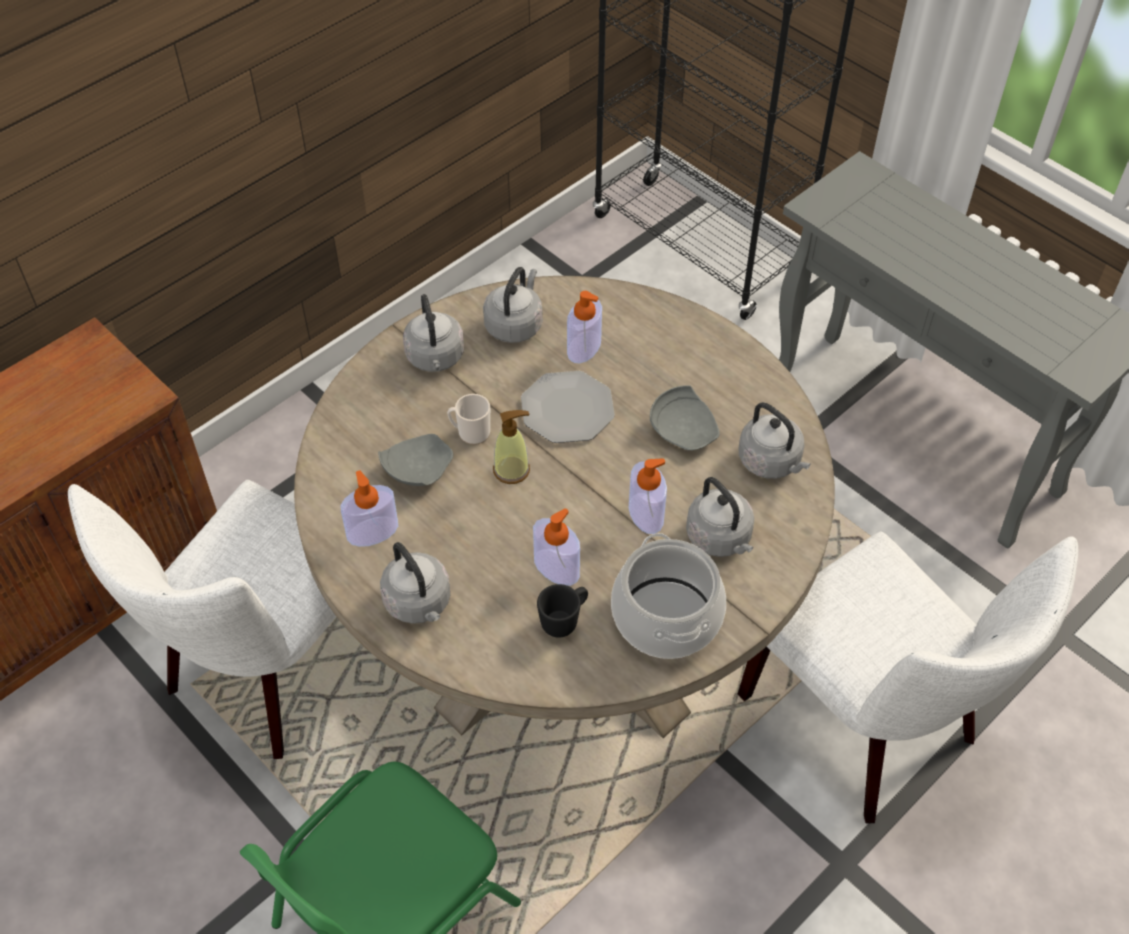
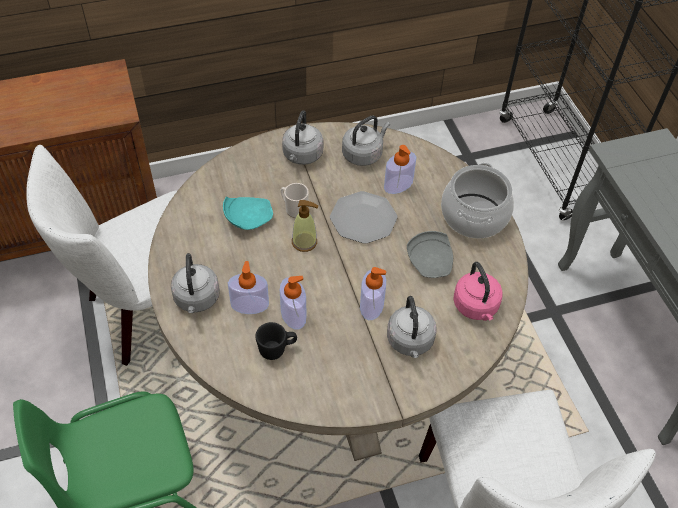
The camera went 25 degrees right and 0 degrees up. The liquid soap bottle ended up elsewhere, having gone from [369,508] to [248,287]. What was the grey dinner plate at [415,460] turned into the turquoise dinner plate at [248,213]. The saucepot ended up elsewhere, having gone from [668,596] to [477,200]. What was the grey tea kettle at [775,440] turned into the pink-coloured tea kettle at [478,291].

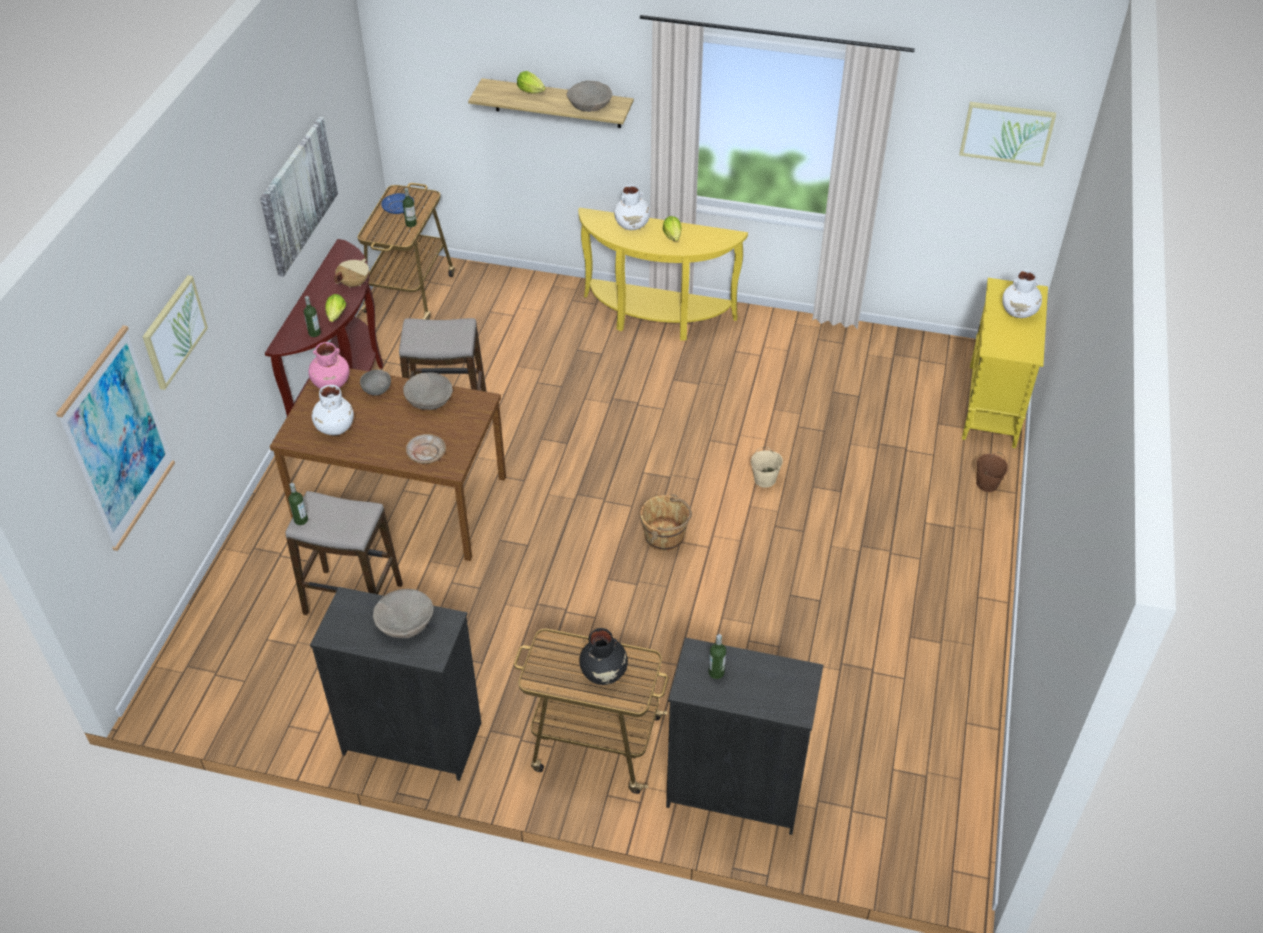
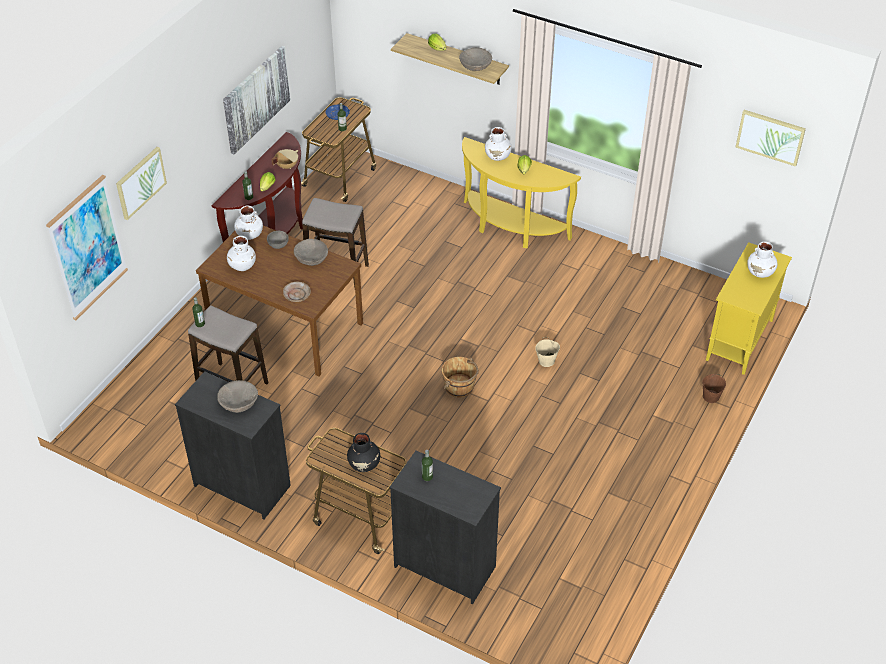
The camera went 15 degrees right and 0 degrees up. What was the pink-coloured flower vase at [329,365] turned into the white flower vase at [248,223].

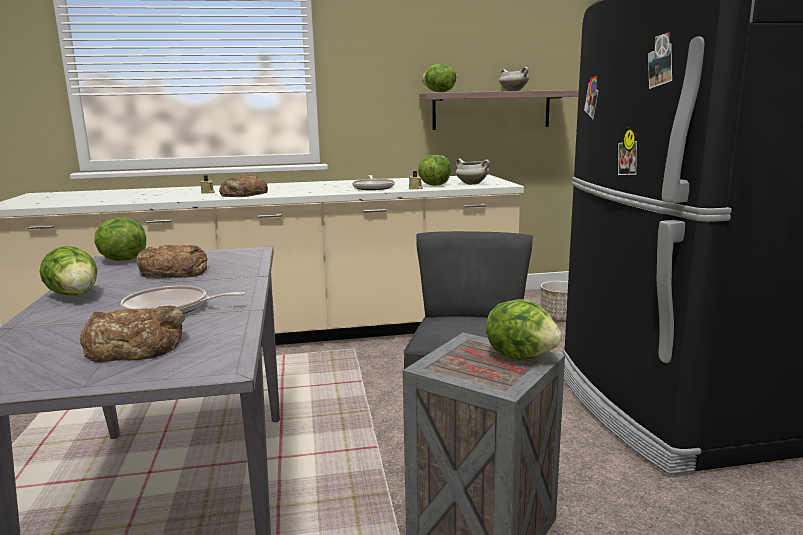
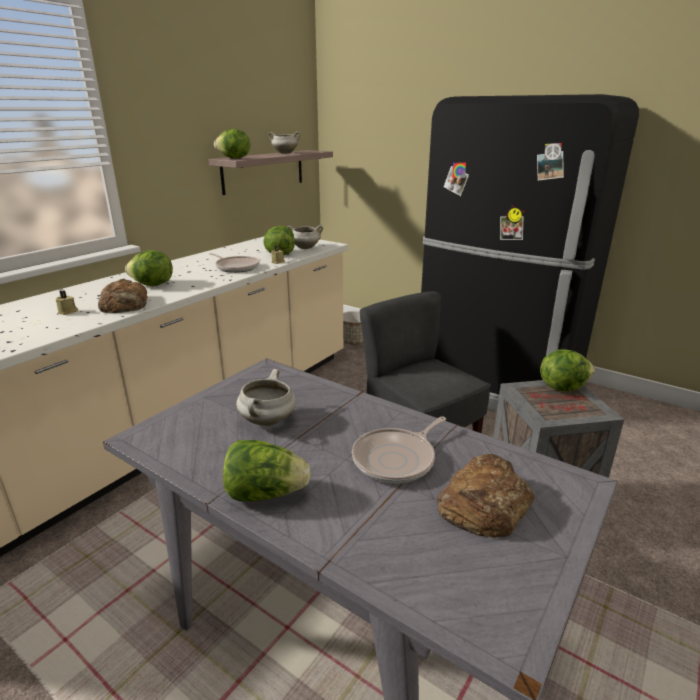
The camera went 45 degrees left and 10 degrees up. The lettuce head ended up elsewhere, having gone from [120,239] to [149,268]. Where the bread stood at [172,261], the white saucepot came to stand at [266,397].

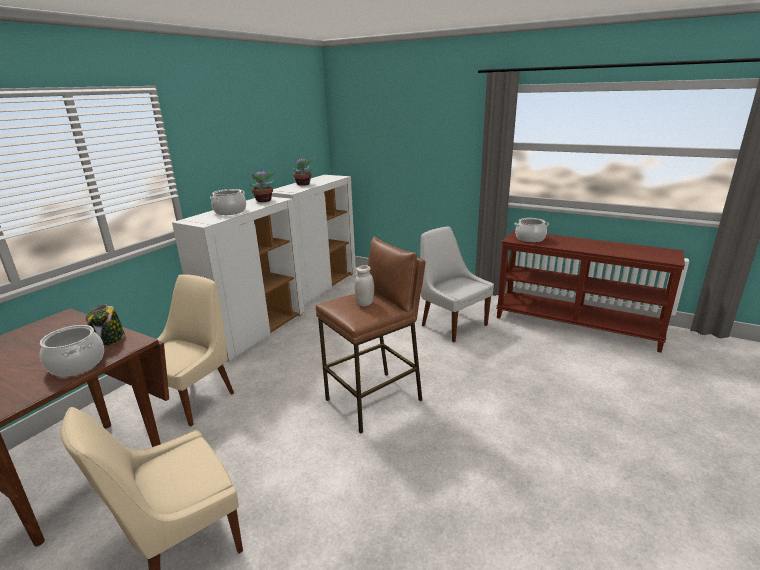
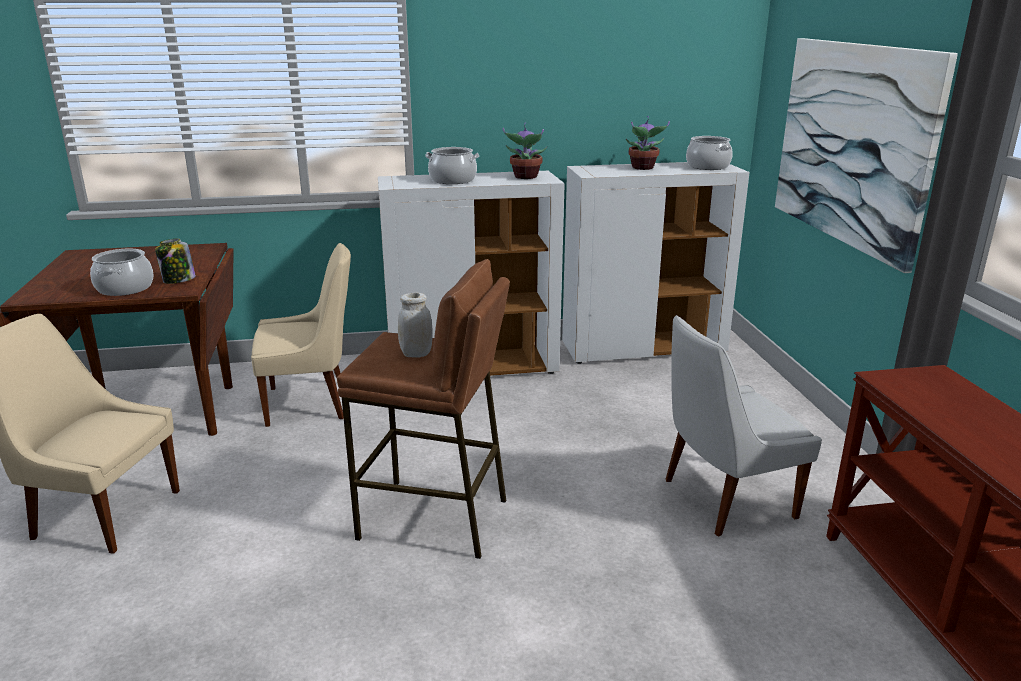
The camera went 50 degrees right and 0 degrees up. The white chair at [457,284] ended up facing another way, 120 degrees counterclockwise from before. The saucepot ended up elsewhere, having gone from [532,230] to [709,153]. The second view gained the wall art at [866,155].

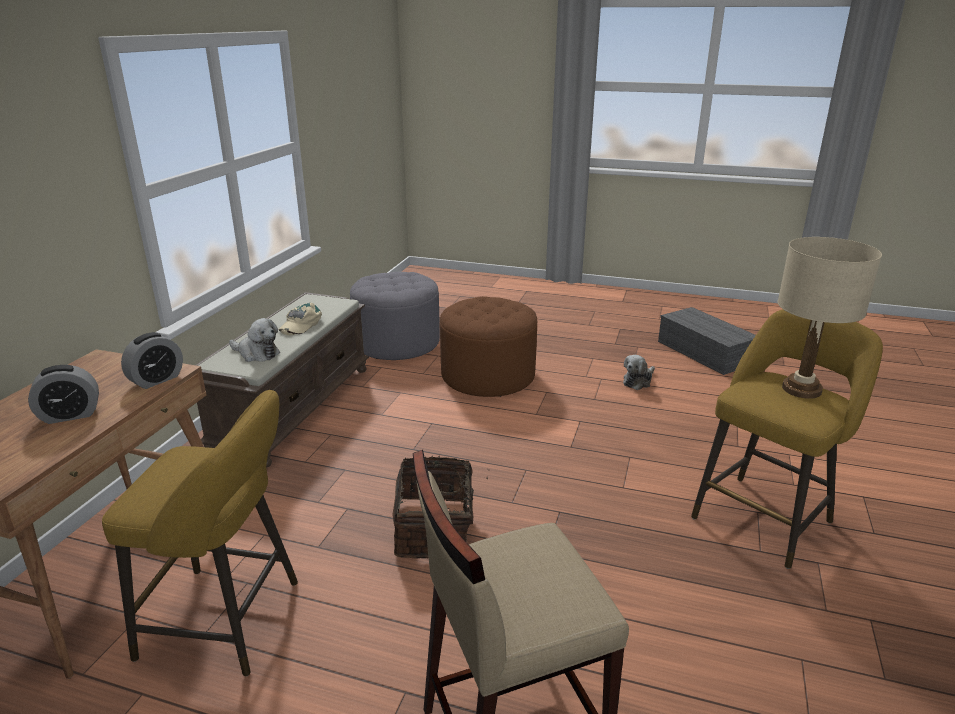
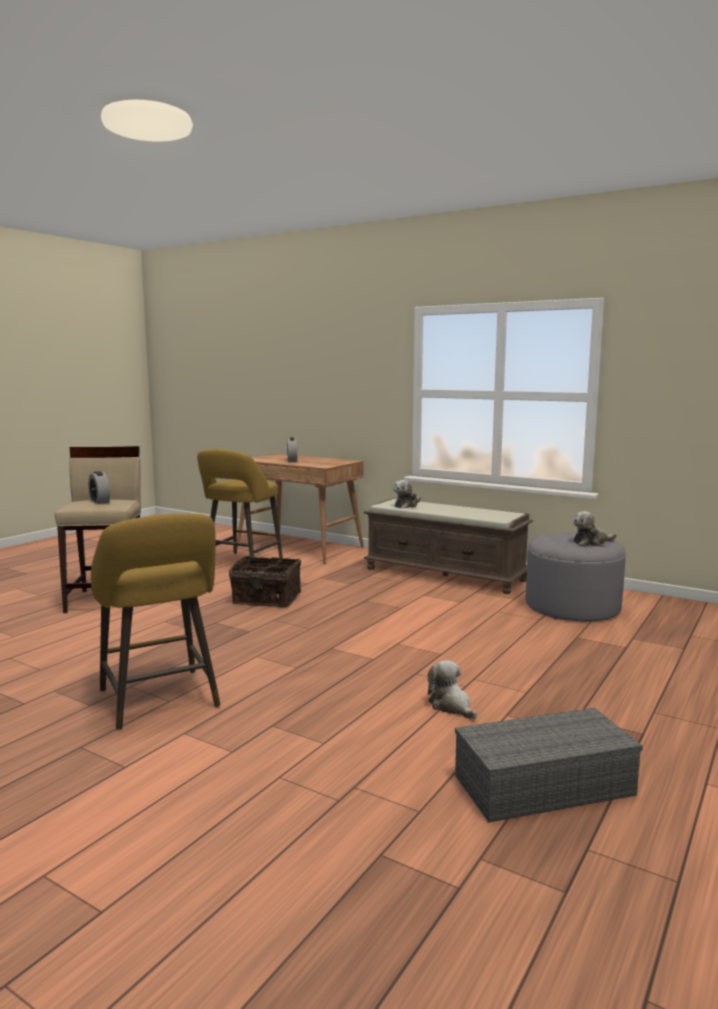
The camera went 105 degrees right and 15 degrees down. The alarm clock ended up elsewhere, having gone from [152,360] to [99,487]. The second view lost the sand-coloured baseball cap at [300,319]. The second view lost the brownish footrest at [488,346]. The second view lost the sand-coloured lamp for a table at [830,318]. The second view gained the soft toy at [595,528].

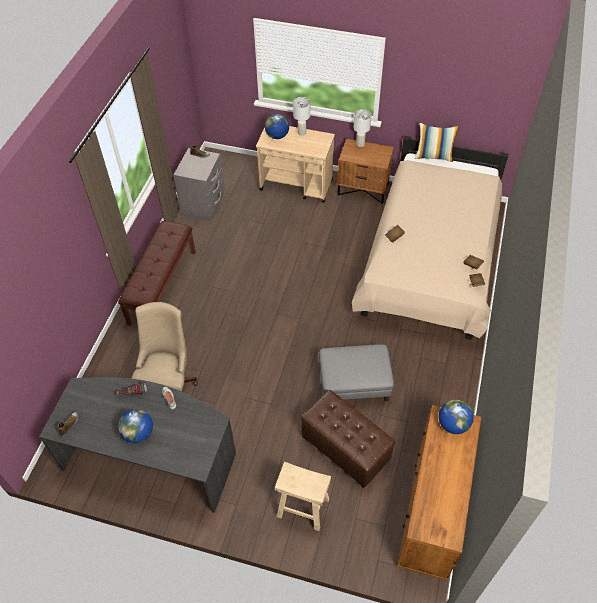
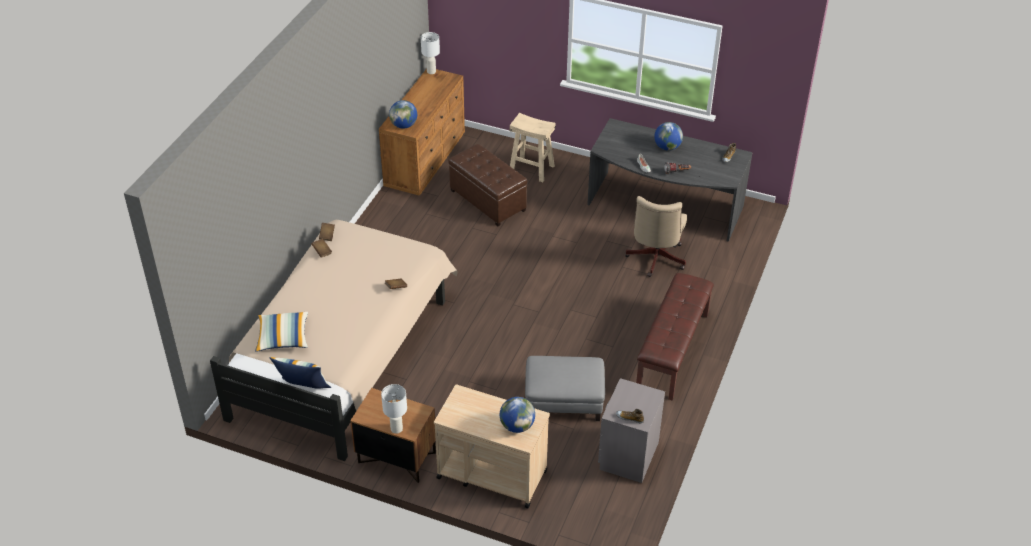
The camera went 175 degrees left and 10 degrees down. The white lamp for a table ended up elsewhere, having gone from [301,116] to [430,53]. The grey footrest ended up elsewhere, having gone from [356,372] to [565,388]. The second view gained the pillow at [281,332].

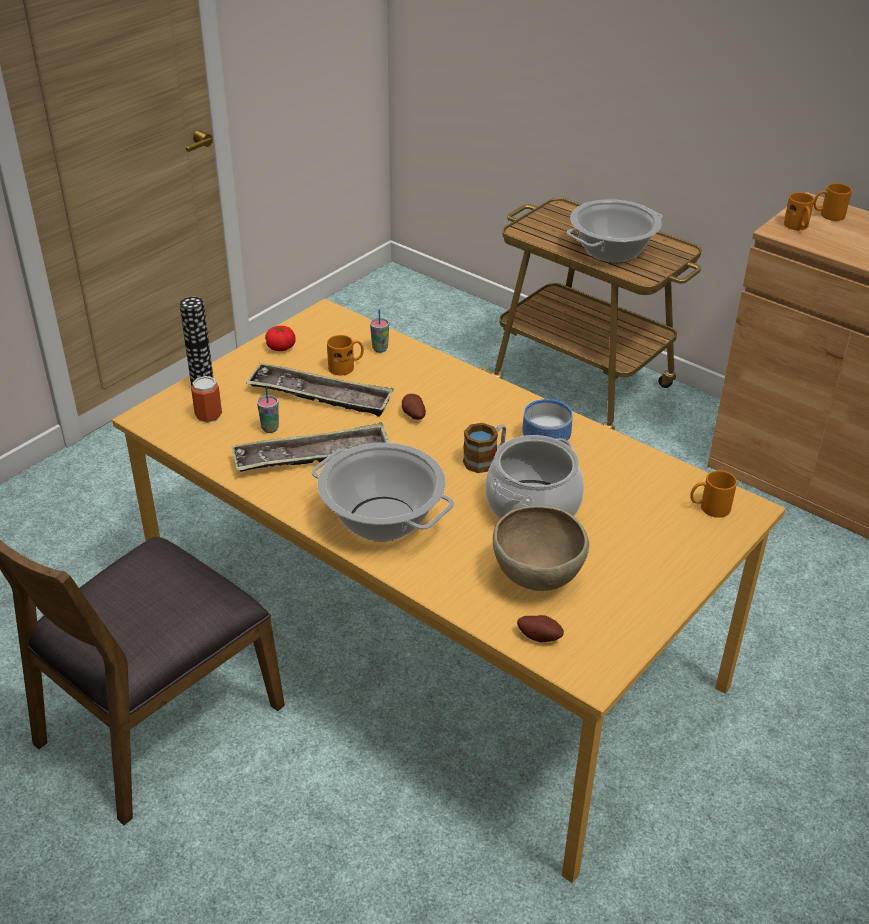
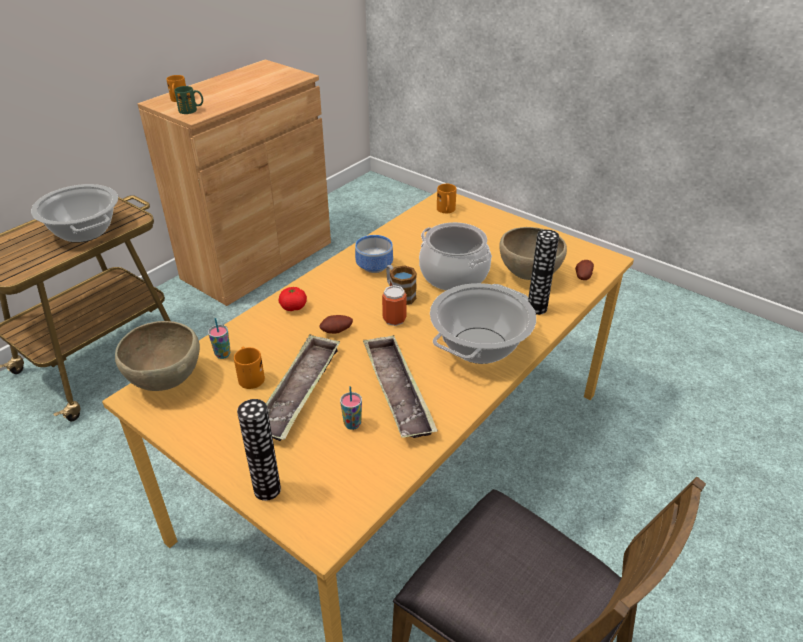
The camera went 90 degrees left and 0 degrees up. The sealed can ended up elsewhere, having gone from [206,399] to [394,305]. The whole tomato ended up elsewhere, having gone from [280,338] to [292,299]. What was the orange tea mug at [799,211] turned into the green-coloured tea mug at [188,100]. The second view gained the brownish bowl at [157,356]. The second view gained the flower vase at [543,272].

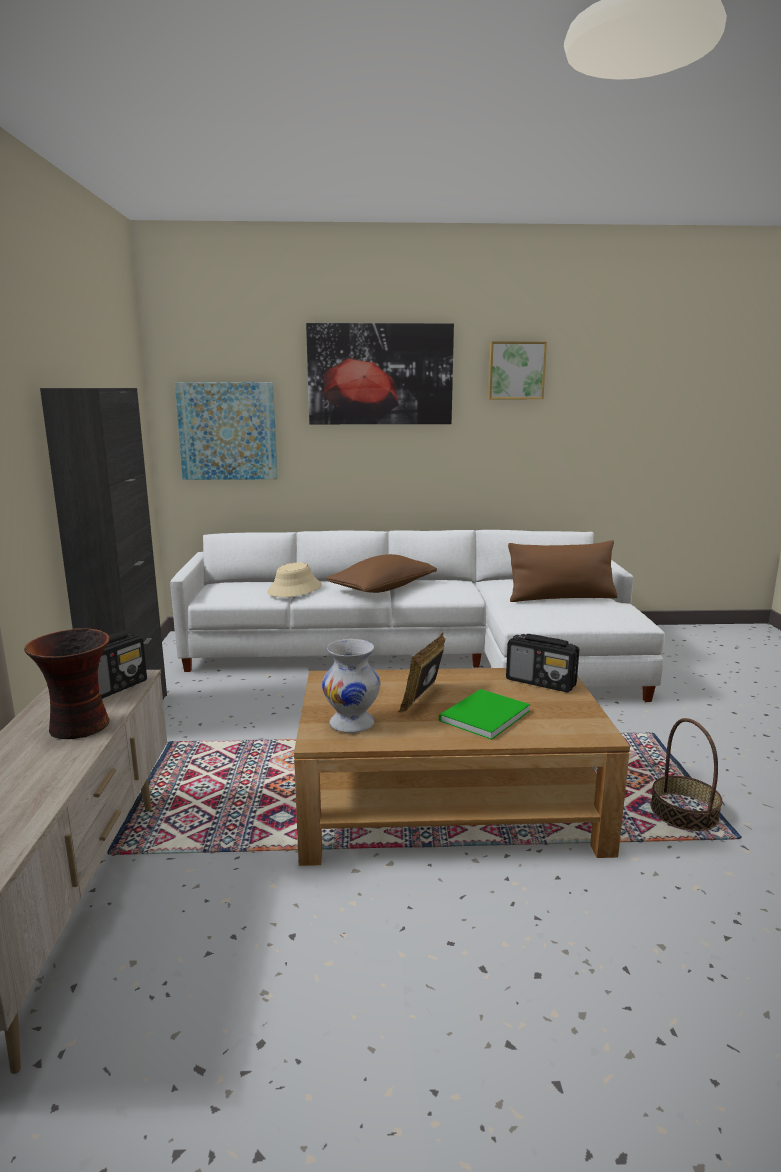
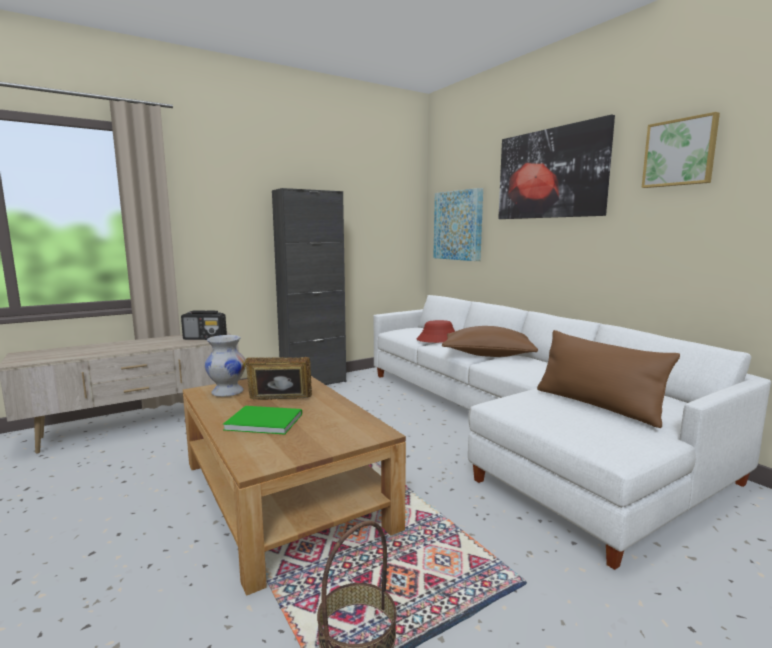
The camera went 60 degrees right and 5 degrees down. The second view lost the flower vase at [67,683]. What was the sand-coloured clothing hat at [294,579] turned into the red clothing hat at [435,331]. The second view lost the radio receiver at [542,663].

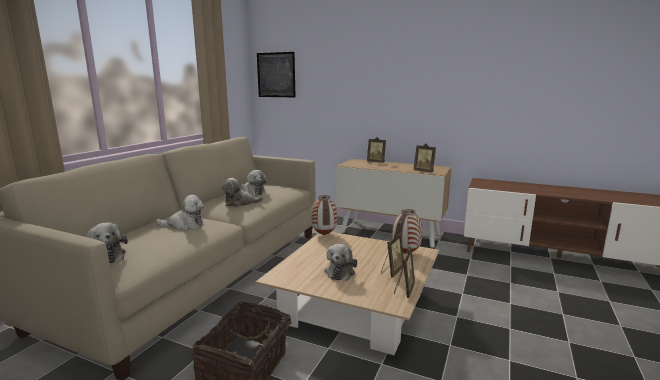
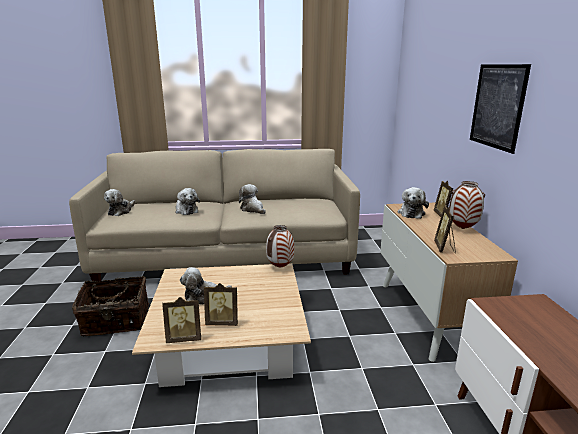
The camera went 60 degrees right and 5 degrees up. The soft toy ended up elsewhere, having gone from [253,183] to [413,203]. The wall art ended up elsewhere, having gone from [276,74] to [500,109]. The flower vase ended up elsewhere, having gone from [407,231] to [467,205].

